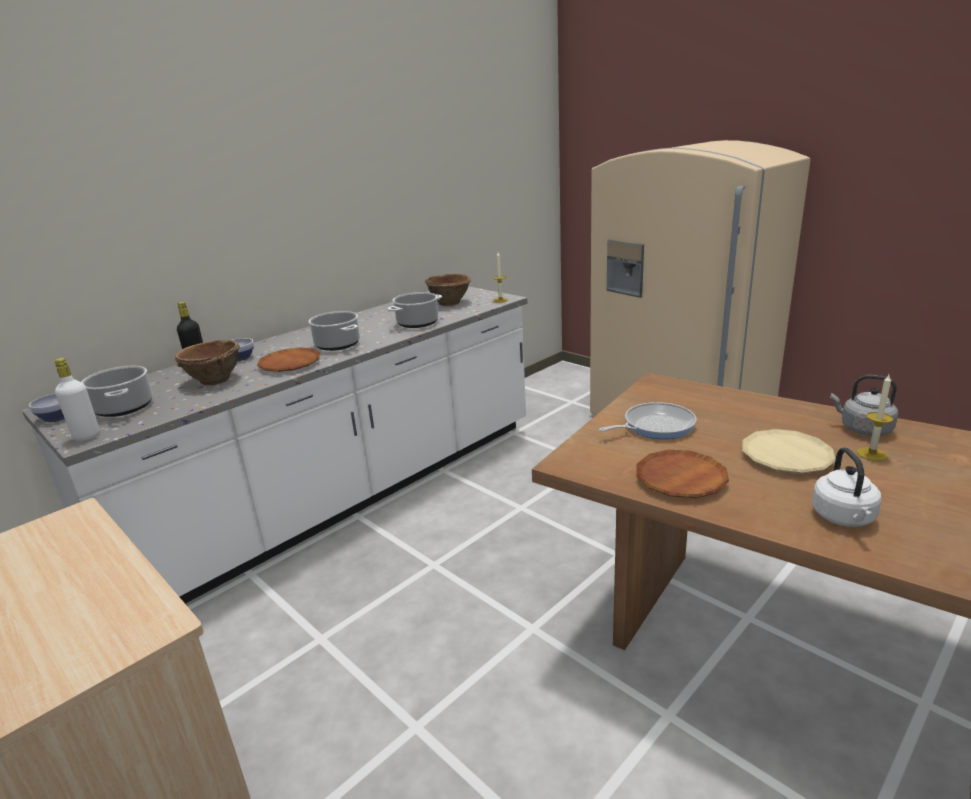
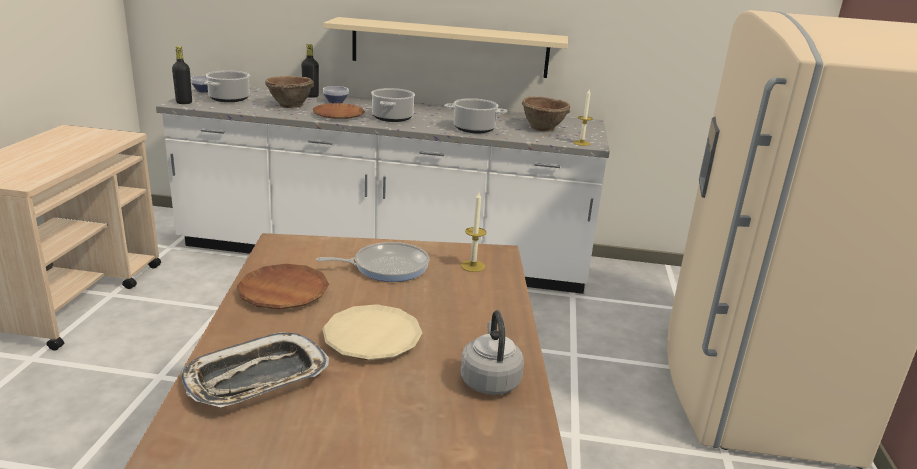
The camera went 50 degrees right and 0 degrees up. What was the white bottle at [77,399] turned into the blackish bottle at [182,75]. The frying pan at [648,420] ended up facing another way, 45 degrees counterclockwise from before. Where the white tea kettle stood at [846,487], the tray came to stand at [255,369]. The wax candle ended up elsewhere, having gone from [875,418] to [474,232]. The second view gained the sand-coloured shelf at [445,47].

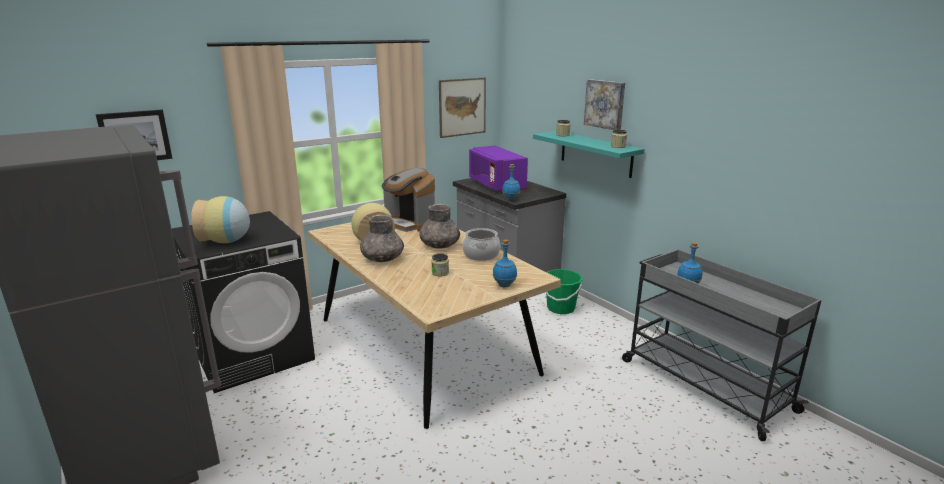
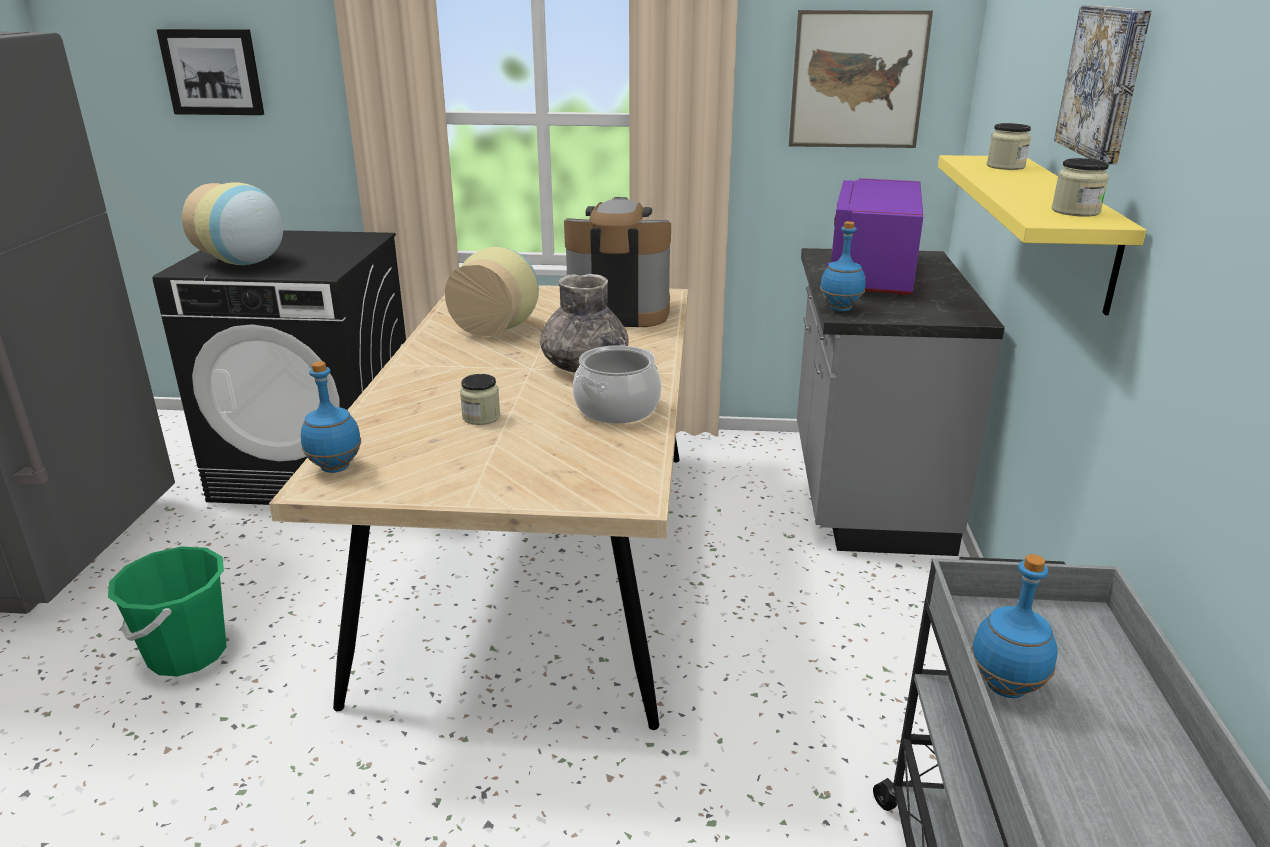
The camera went 40 degrees right and 5 degrees up. The second view lost the grey flower vase at [382,238]. The coffee brewer at [408,200] ended up facing another way, 105 degrees clockwise from before. The blue-coloured bottle ended up elsewhere, having gone from [505,263] to [331,417]. What was the turquoise shelf at [589,154] turned into the yellowish shelf at [1042,235]. The green-coloured water bucket ended up elsewhere, having gone from [564,291] to [167,611].

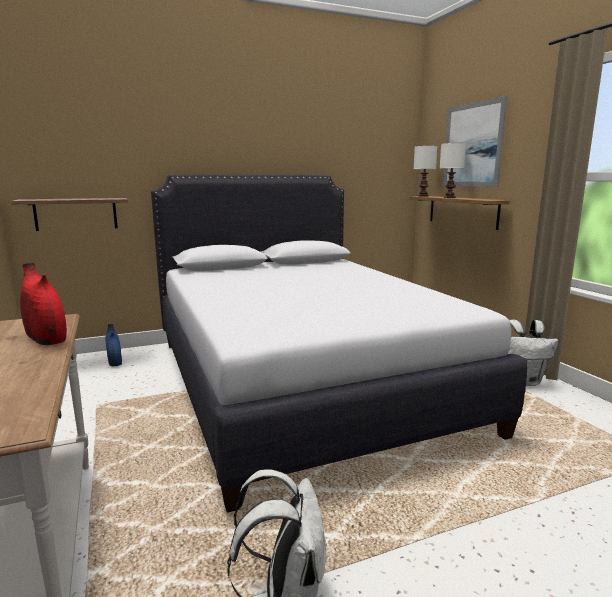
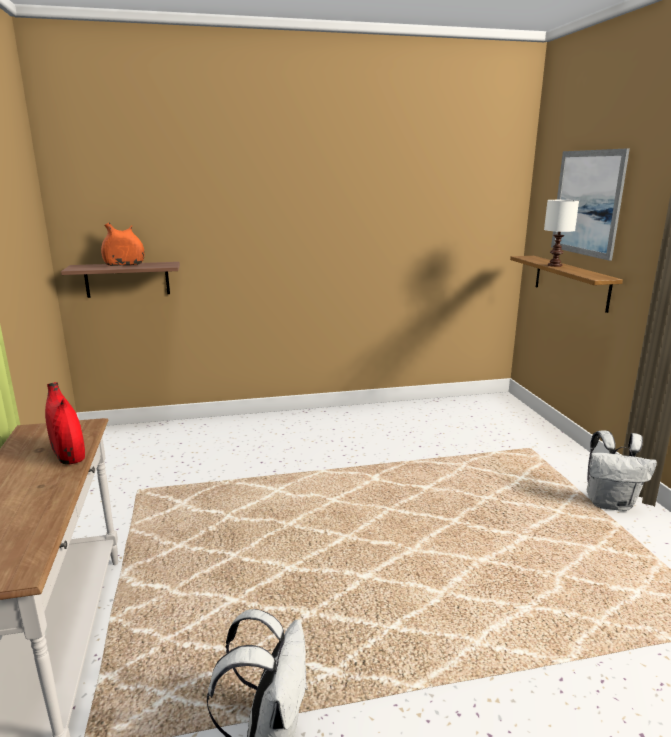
The camera went 10 degrees right and 5 degrees up. The second view lost the blue-coloured flower vase at [113,345]. The second view lost the white sleeping bed at [339,343]. The second view lost the white lamp for a table at [426,171]. The second view gained the orange flower vase at [123,244].

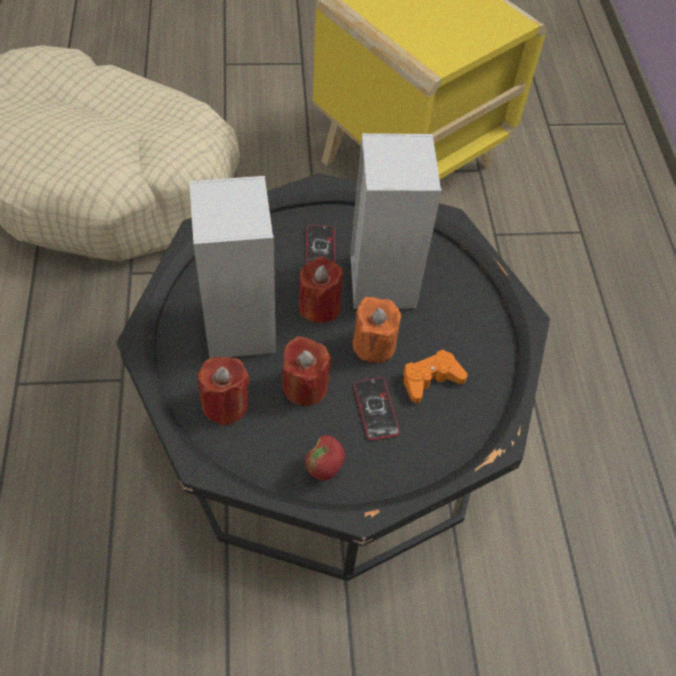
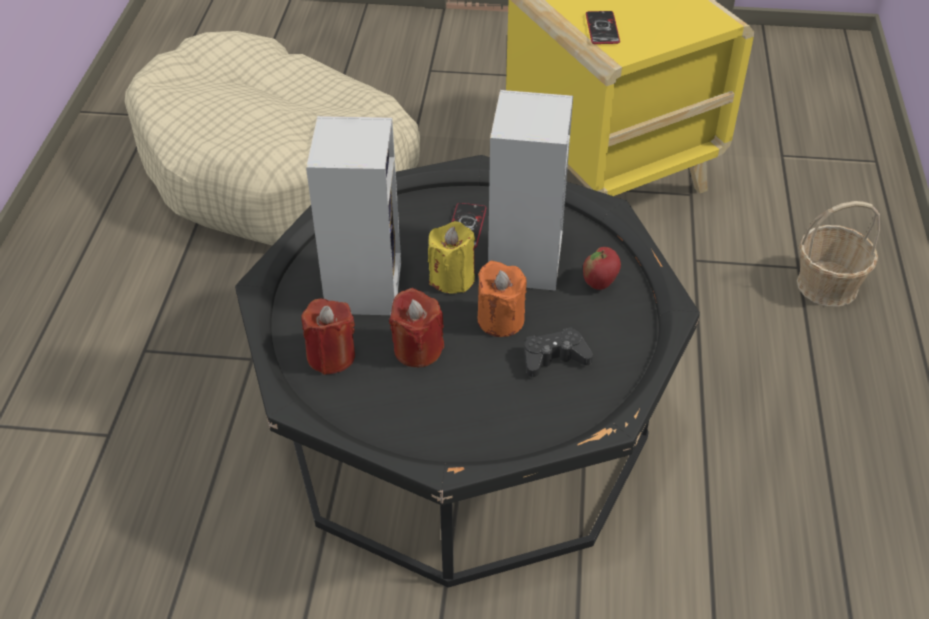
The camera went 15 degrees right and 10 degrees down. What was the red wax candle at [321,290] turned into the yellowish wax candle at [451,257]. The apple fruit ended up elsewhere, having gone from [325,457] to [602,268]. The handset ended up elsewhere, having gone from [376,408] to [603,27]. What was the orange gamepad at [435,376] turned into the blackish gamepad at [558,352]. The second view gained the storage basket at [838,254].

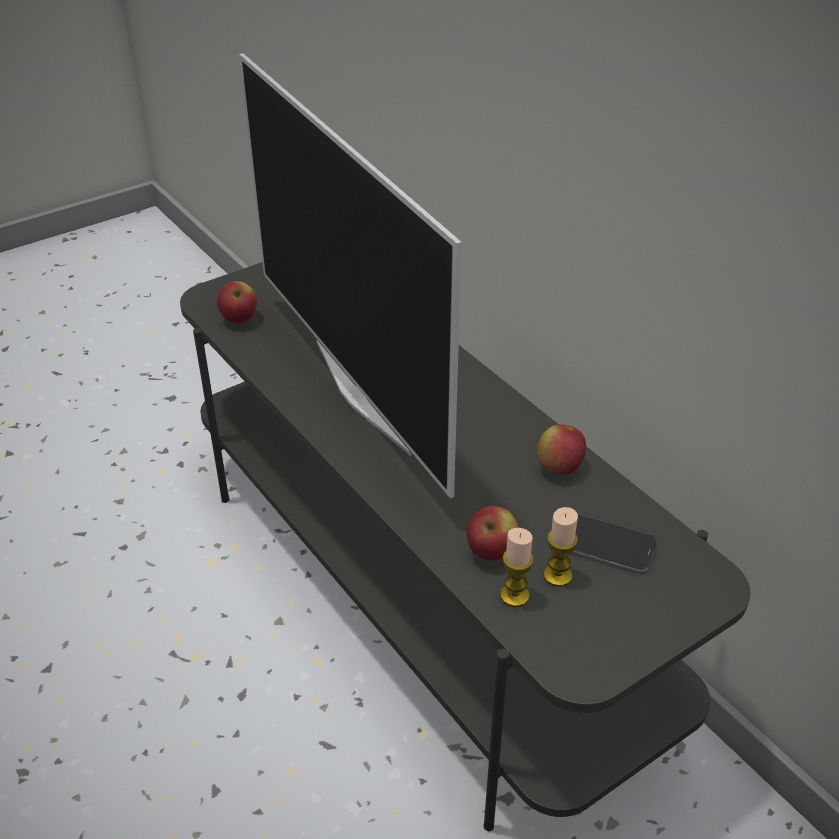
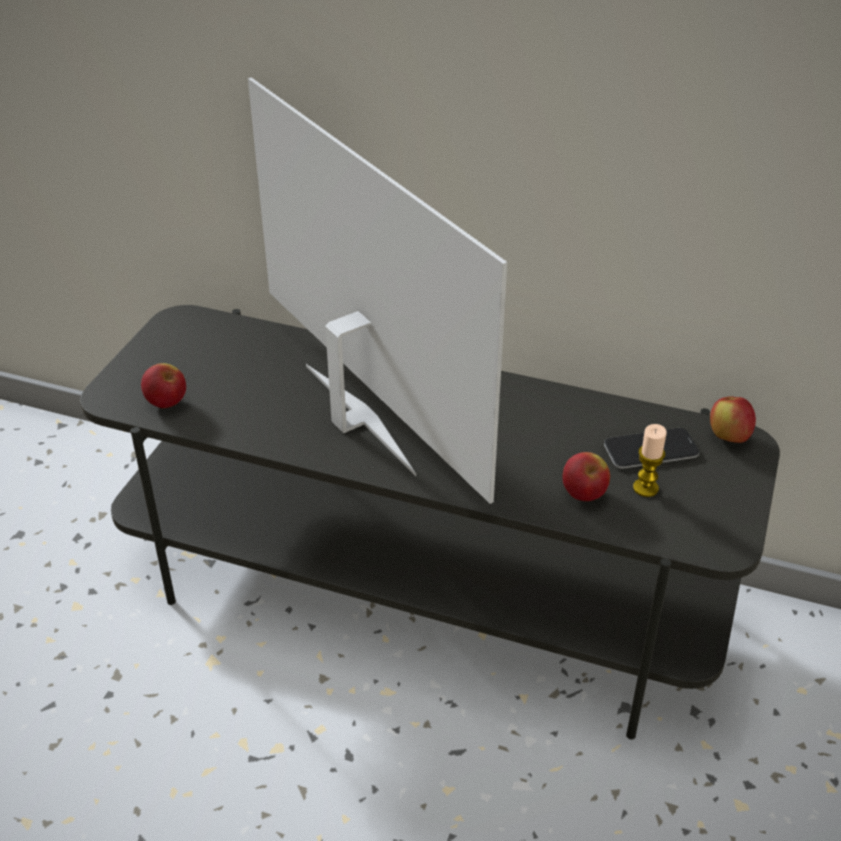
The camera went 35 degrees left and 0 degrees up. The television at [350,275] ended up facing another way, 150 degrees counterclockwise from before. The second view lost the wax candle at [517,567]. The apple fruit ended up elsewhere, having gone from [561,449] to [733,419].

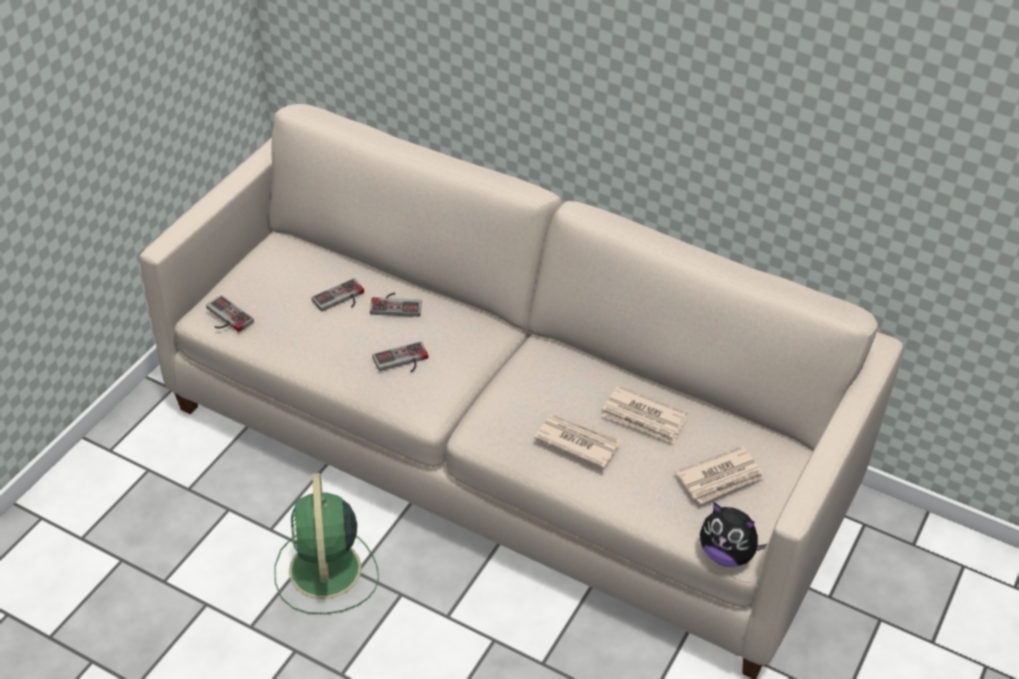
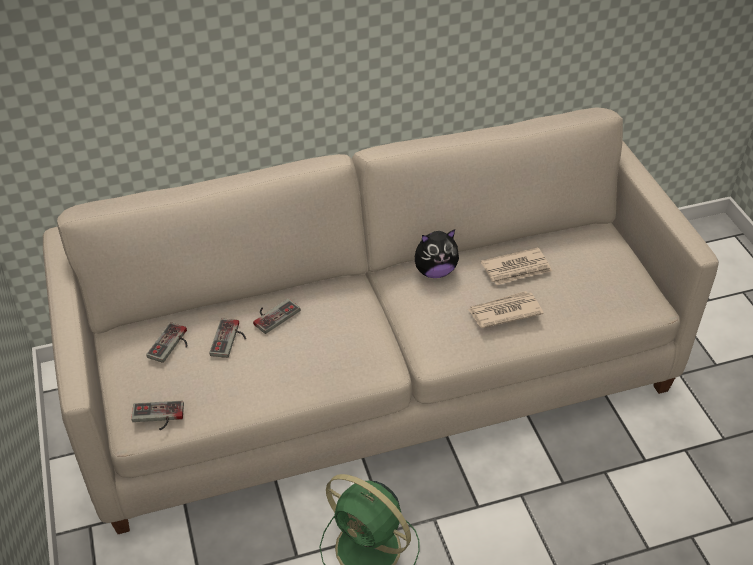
The camera went 45 degrees left and 0 degrees up. The gamepad ended up elsewhere, having gone from [400,356] to [166,342]. The second view lost the printed paper at [720,475]. The soft toy ended up elsewhere, having gone from [733,534] to [437,253].

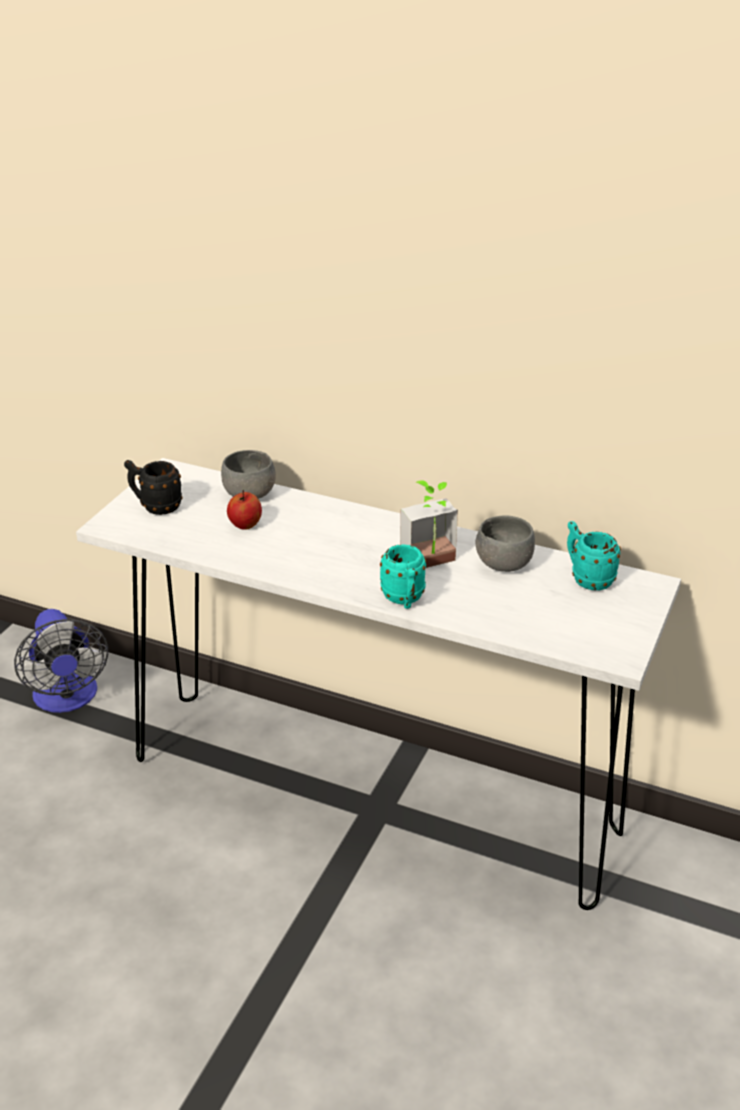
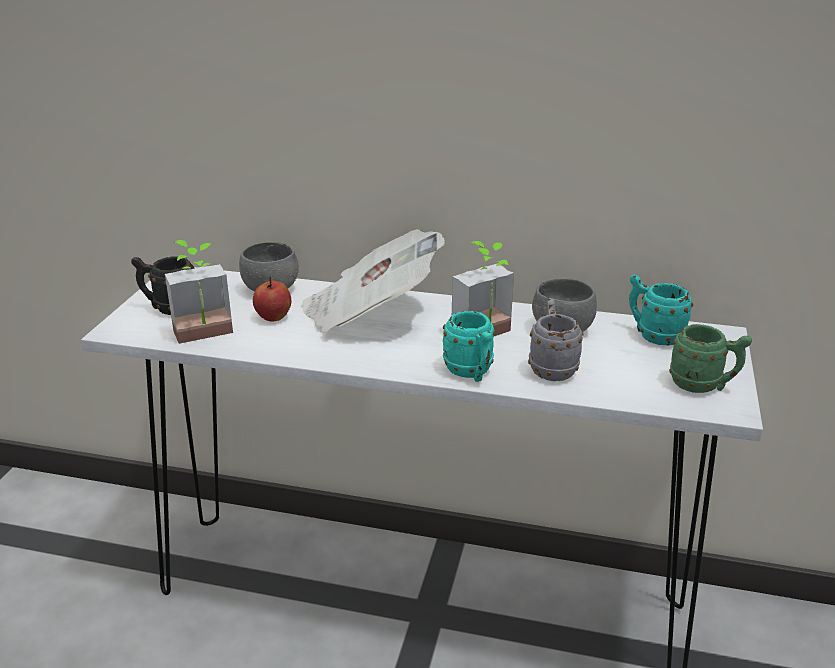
The camera went 10 degrees left and 5 degrees down. The second view lost the electric fan at [61,661]. The second view gained the houseplant at [199,292]. The second view gained the printed paper at [373,281]. The second view gained the grey tea mug at [556,339]. The second view gained the green-coloured tea mug at [710,358].

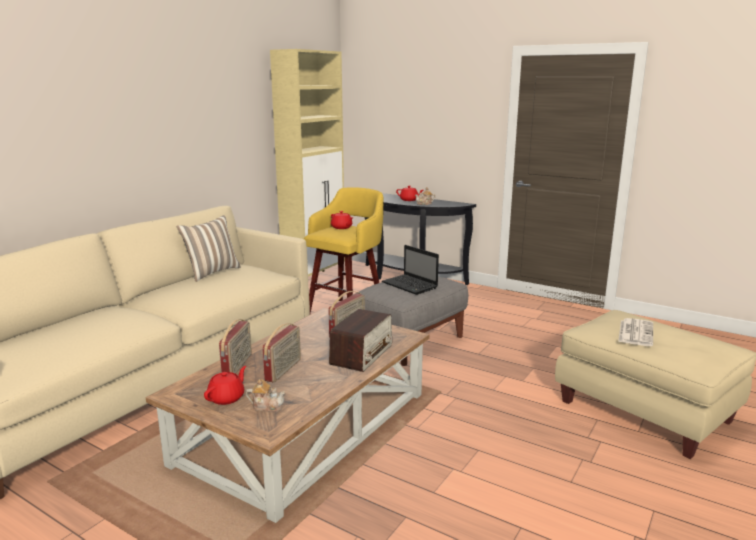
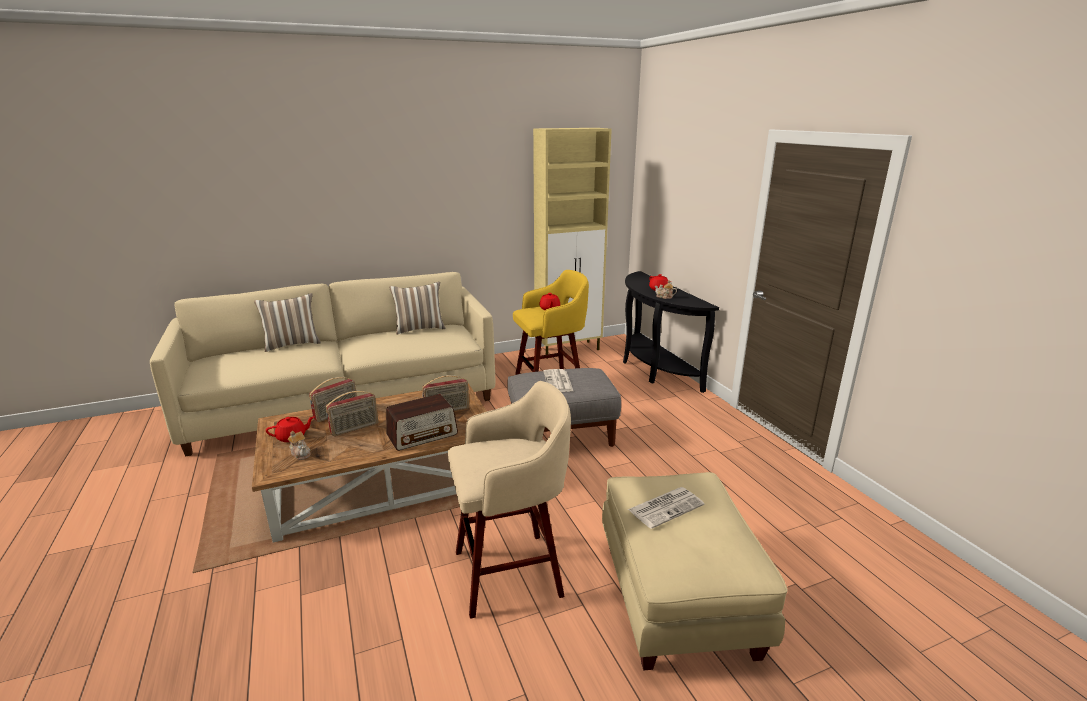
The camera went 35 degrees right and 5 degrees up. Where the notebook computer stood at [410,270], the printed paper came to stand at [558,380]. The second view gained the pillow at [287,322]. The second view gained the sand-coloured stool seat at [509,500].

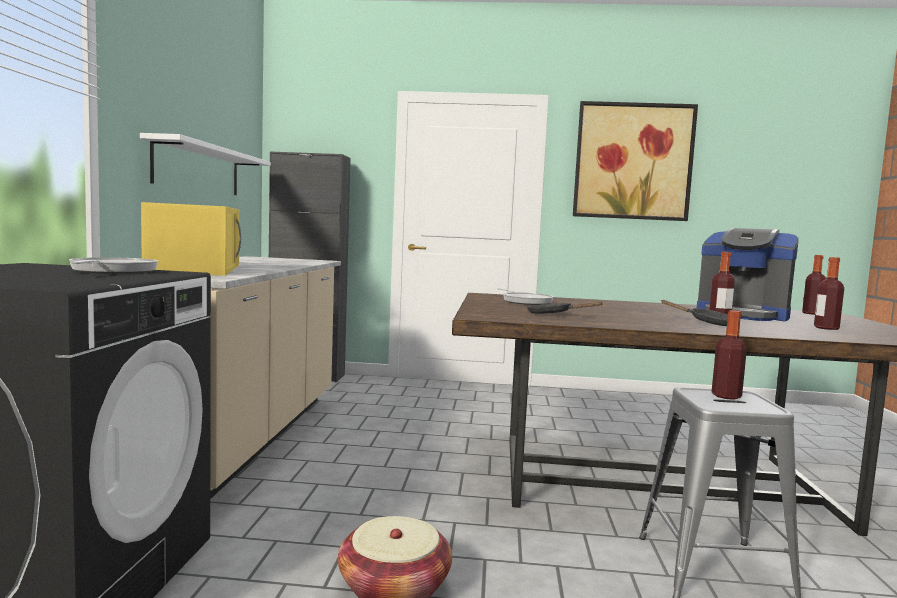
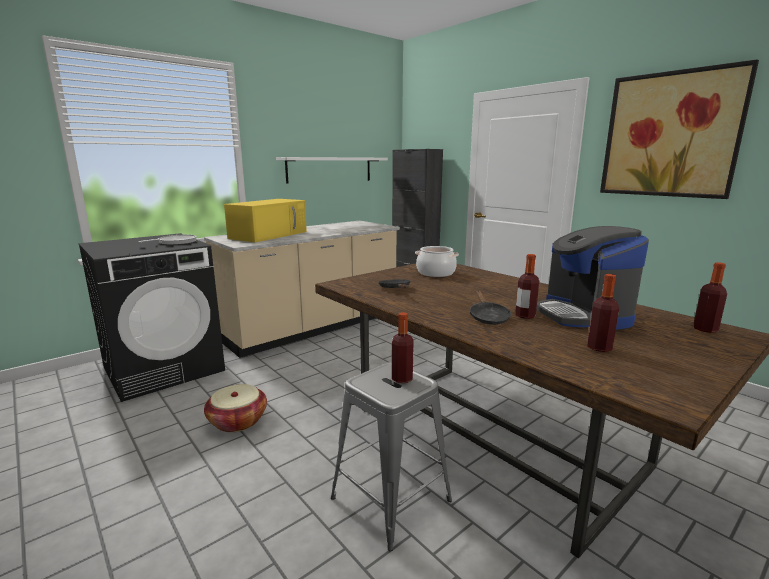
The camera went 45 degrees right and 10 degrees up. Where the frying pan stood at [525,296], the saucepot came to stand at [437,261].

